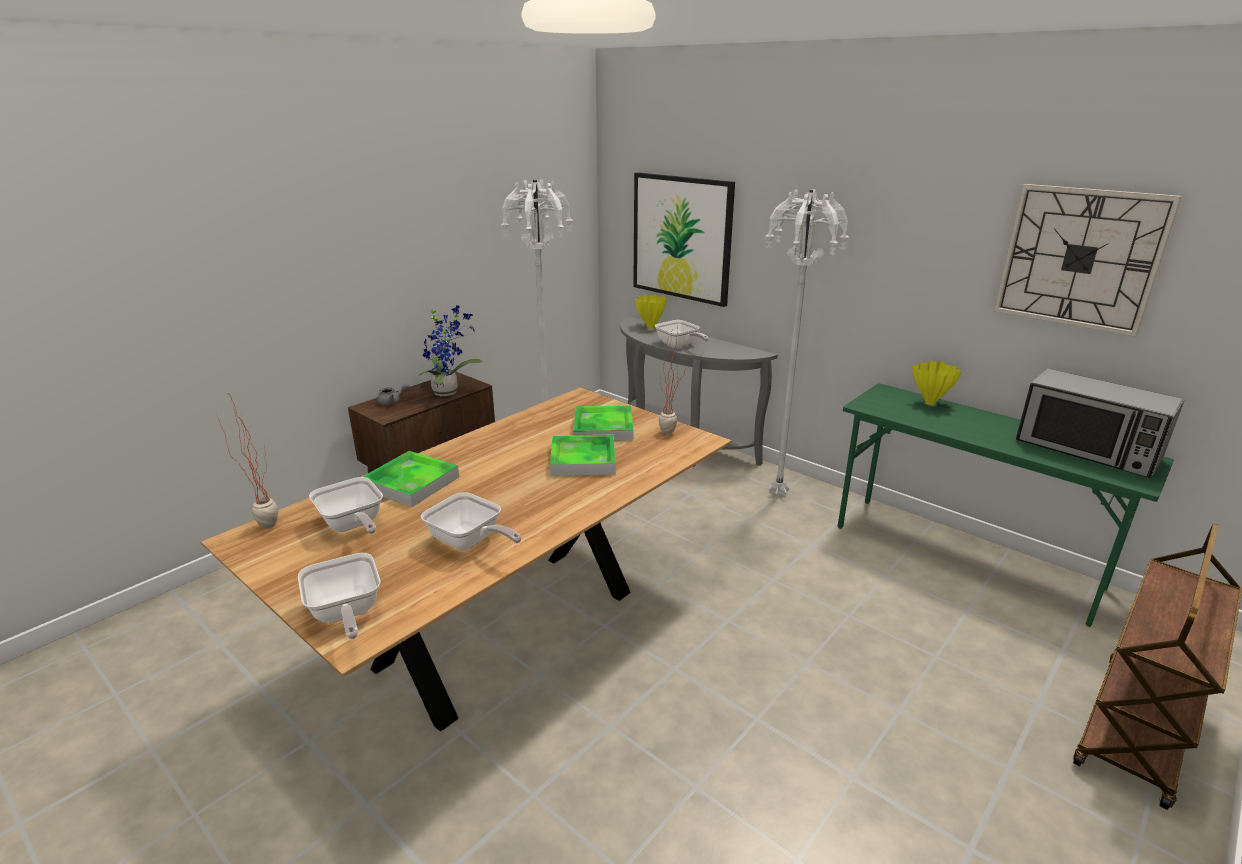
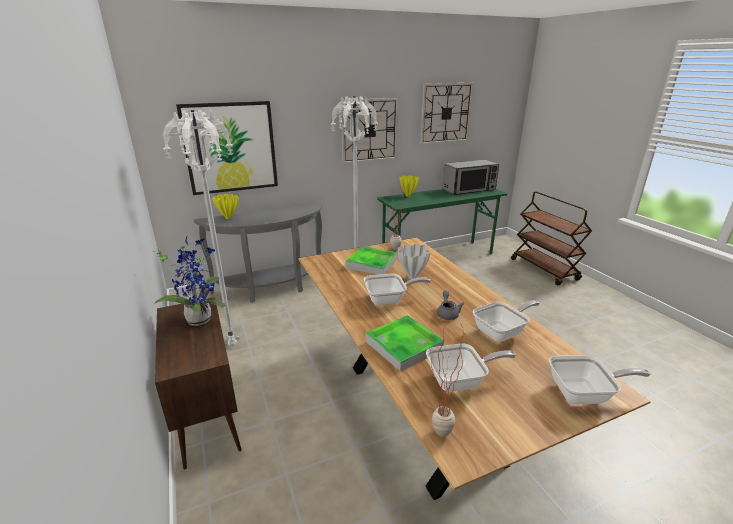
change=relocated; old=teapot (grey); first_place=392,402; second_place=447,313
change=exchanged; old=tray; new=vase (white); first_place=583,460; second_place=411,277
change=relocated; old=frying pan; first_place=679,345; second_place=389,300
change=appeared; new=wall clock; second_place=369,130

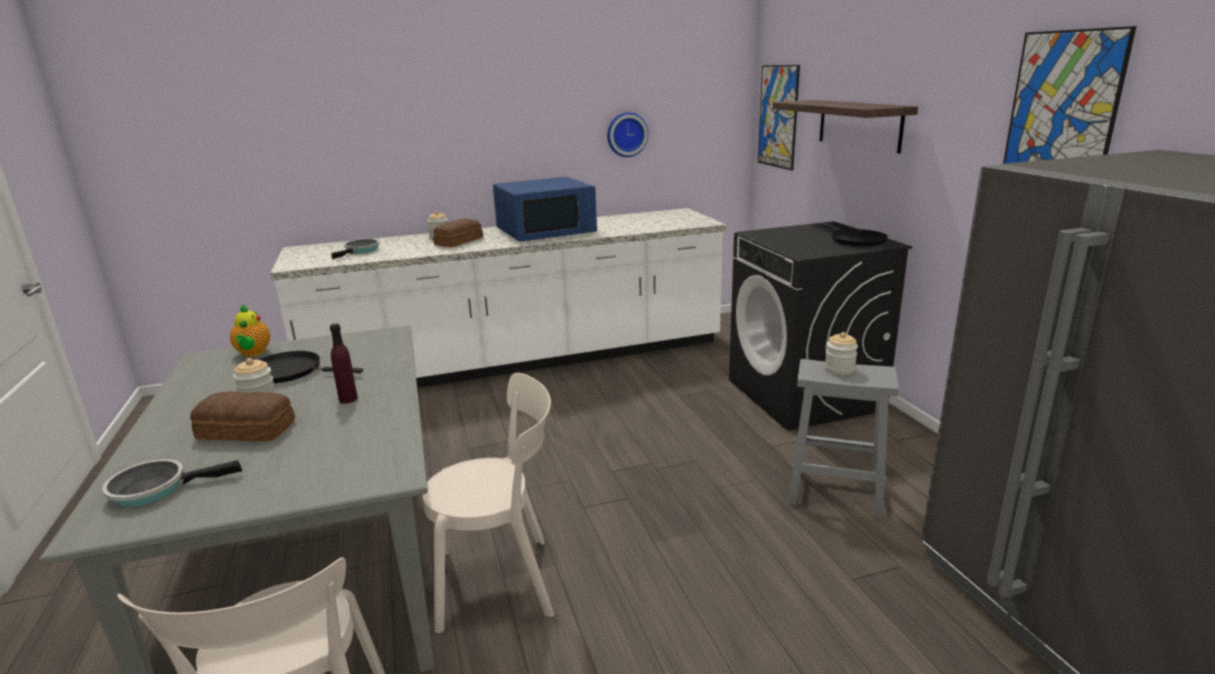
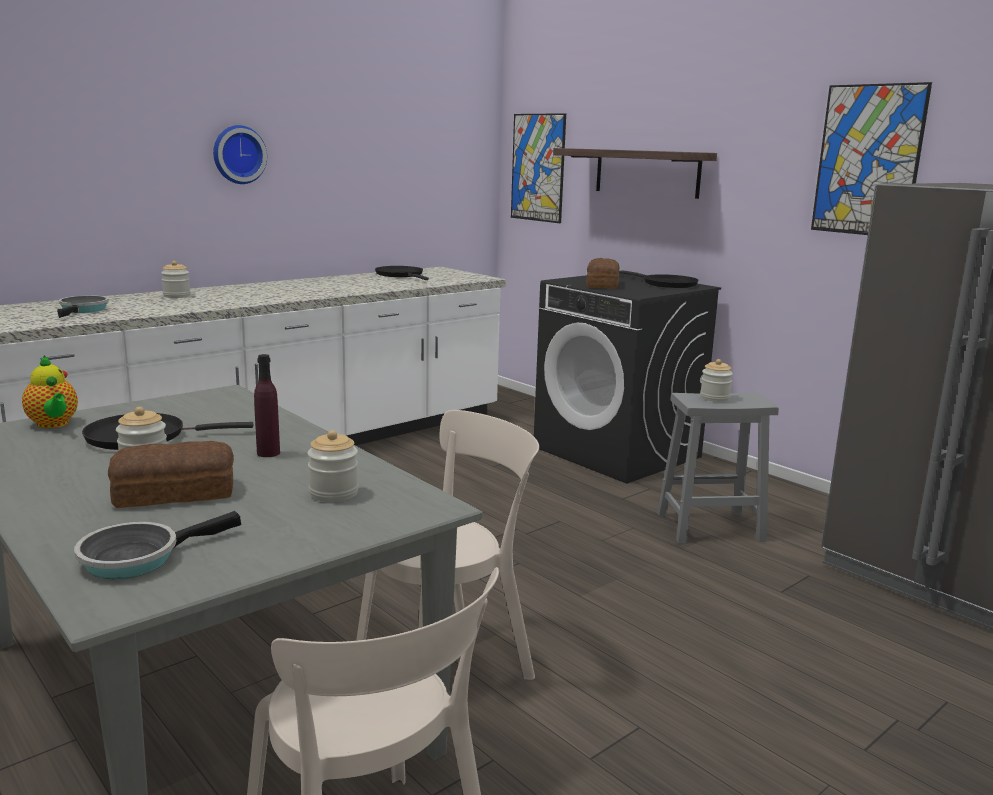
change=relocated; old=bread; first_place=457,241; second_place=601,284
change=missing; old=microwave (blue); first_place=546,231
change=relocated; old=wall clock; first_place=626,134; second_place=238,154
change=appeared; new=jar; second_place=333,493
change=appeared; new=frying pan (black); second_place=401,275

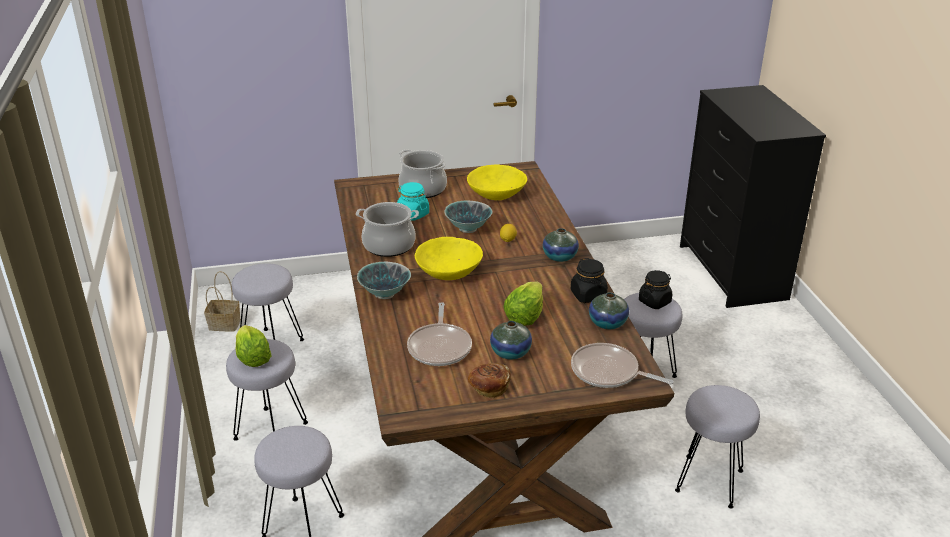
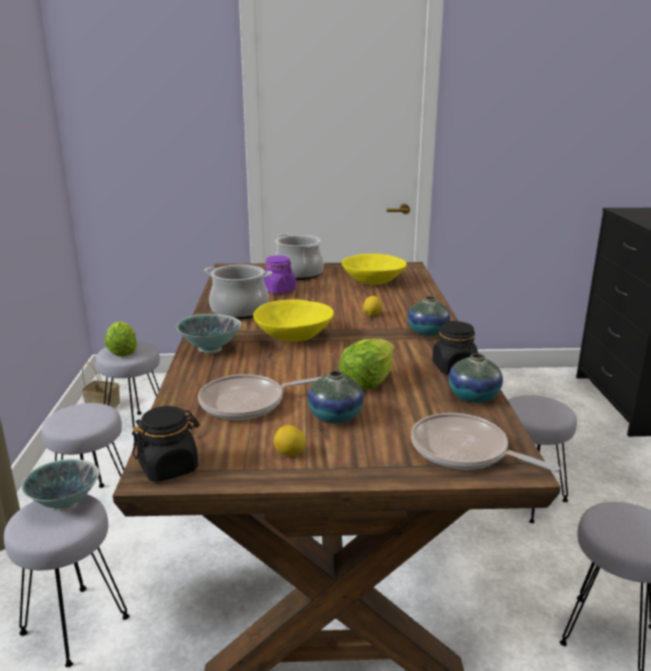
change=relocated; old=lettuce; first_place=252,358; second_place=122,351
change=colour; old=jar (turquoise); new=jar (purple); first_place=412,214; second_place=278,290
change=spun; old=frying pan; first_place=440,347; second_place=247,403; degrees=60
change=relocated; old=bowl; first_place=468,229; second_place=65,504
change=exchanged; old=bread; new=lemon; first_place=489,388; second_place=290,454
change=relocated; old=jar (black); first_place=654,301; second_place=169,467

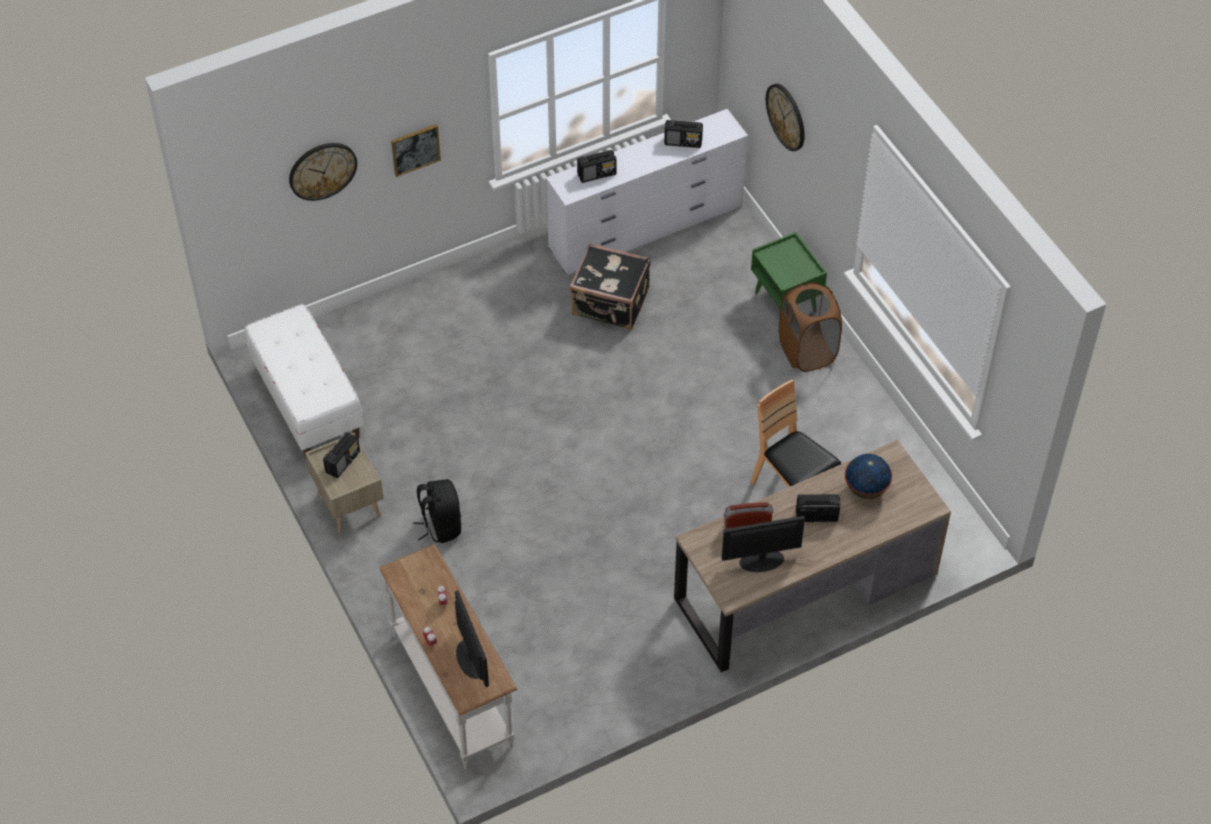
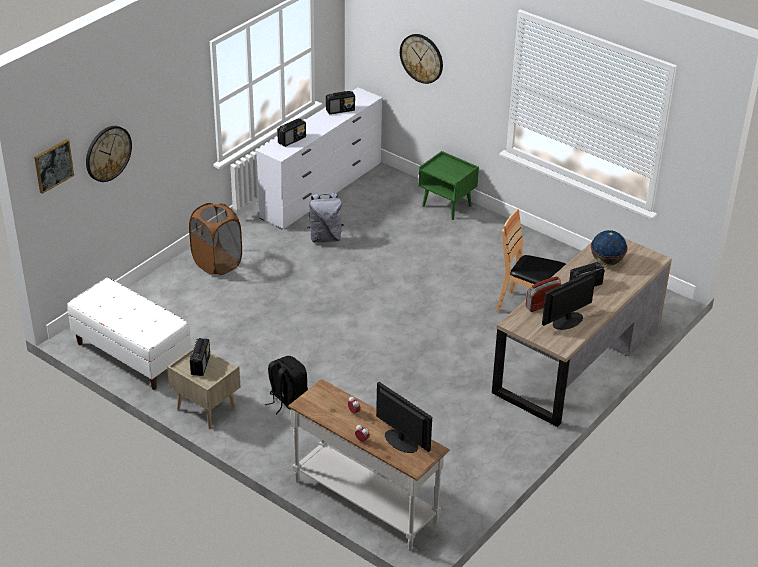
change=relocated; old=picture; first_place=415,149; second_place=53,165
change=exchanged; old=suitcase (black); new=backpack (grey); first_place=610,303; second_place=325,237
change=relocated; old=laundry basket (brown); first_place=807,351; second_place=217,263

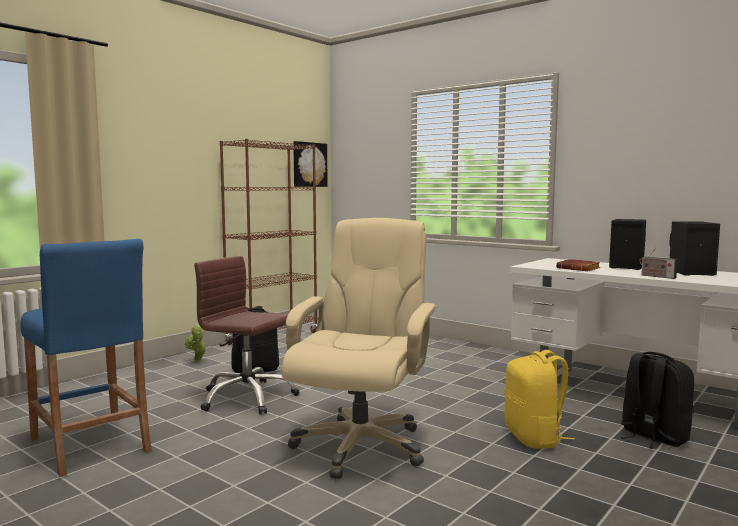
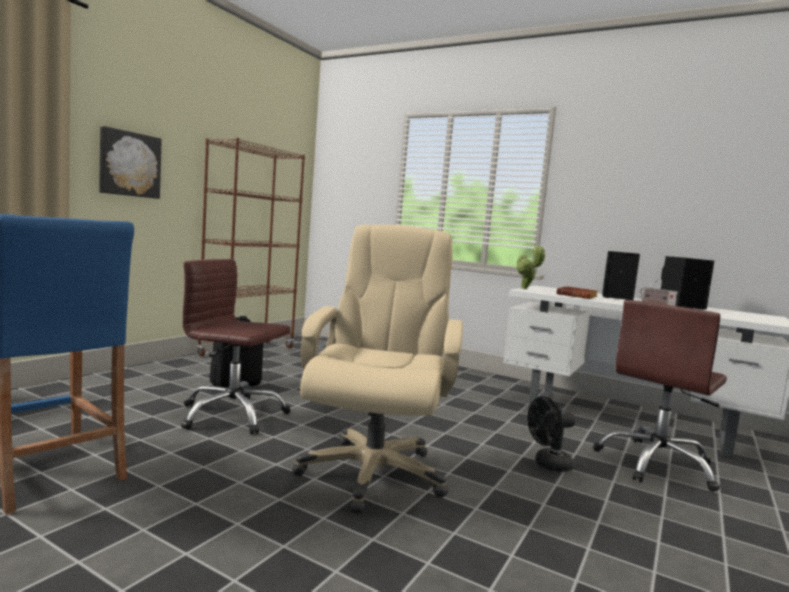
change=relocated; old=potted plant; first_place=197,361; second_place=525,289
change=relocated; old=picture; first_place=309,164; second_place=129,164
change=exchanged; old=backpack (yellow); new=fan (black); first_place=534,438; second_place=548,465
change=exchanged; old=backpack (black); new=office chair (brown); first_place=653,437; second_place=657,464

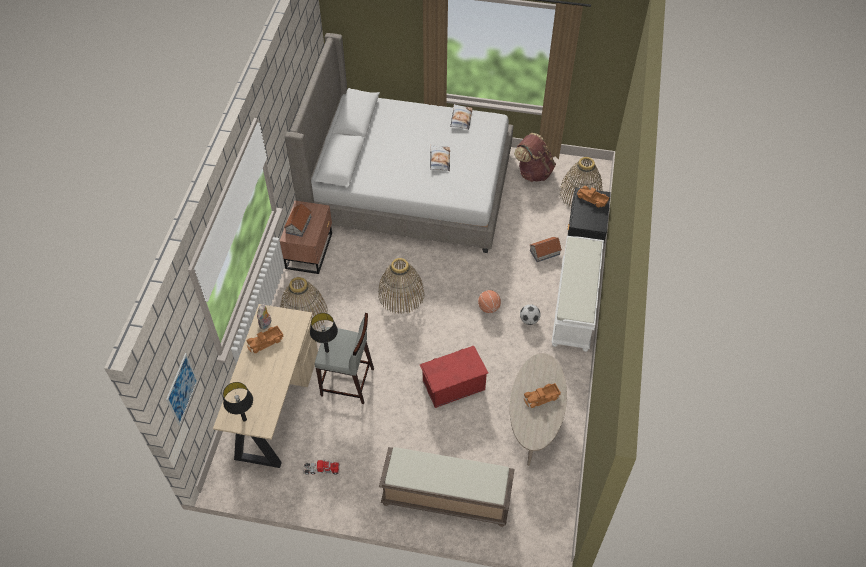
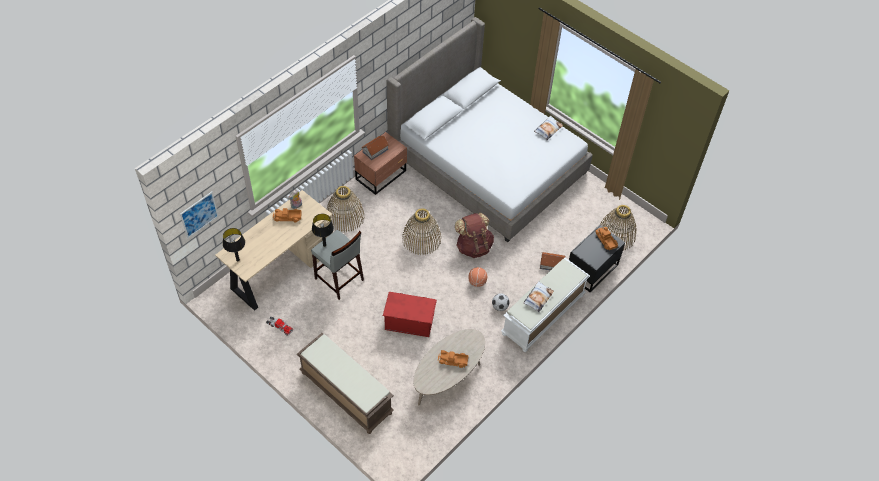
change=relocated; old=pillow; first_place=439,160; second_place=538,298
change=relocated; old=backpack (brown); first_place=533,172; second_place=473,246

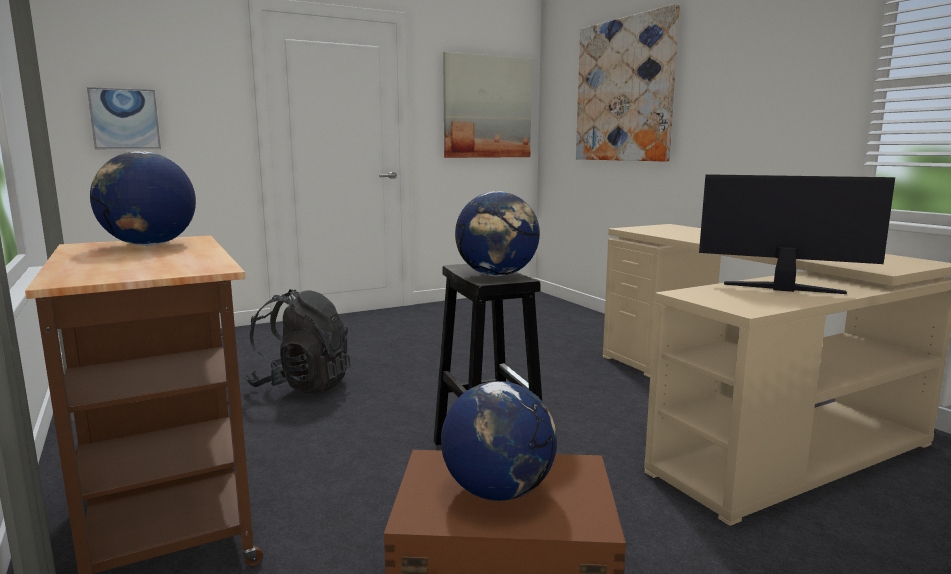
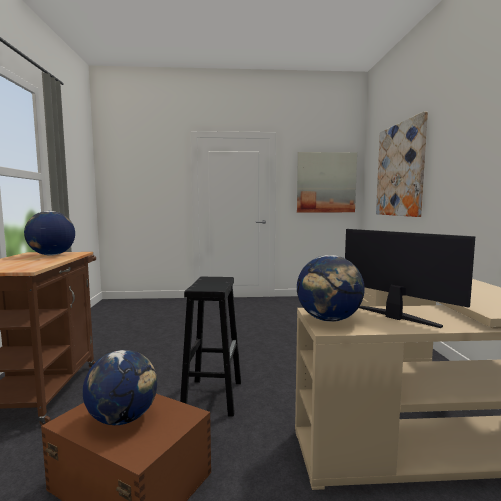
change=missing; old=picture; first_place=125,119
change=missing; old=backpack (black); first_place=302,385
change=relocated; old=globe; first_place=497,275; second_place=329,320

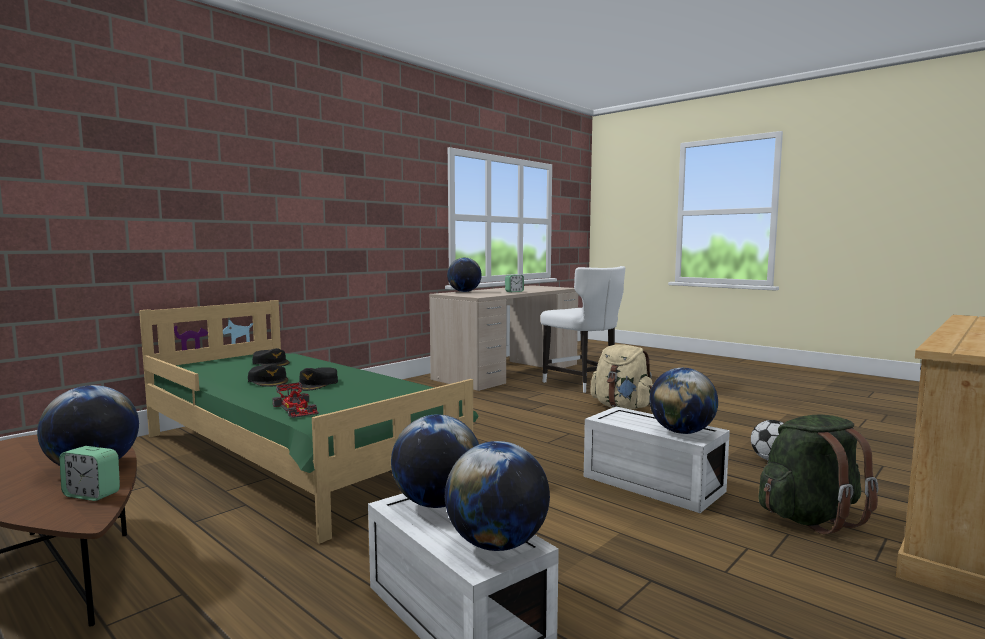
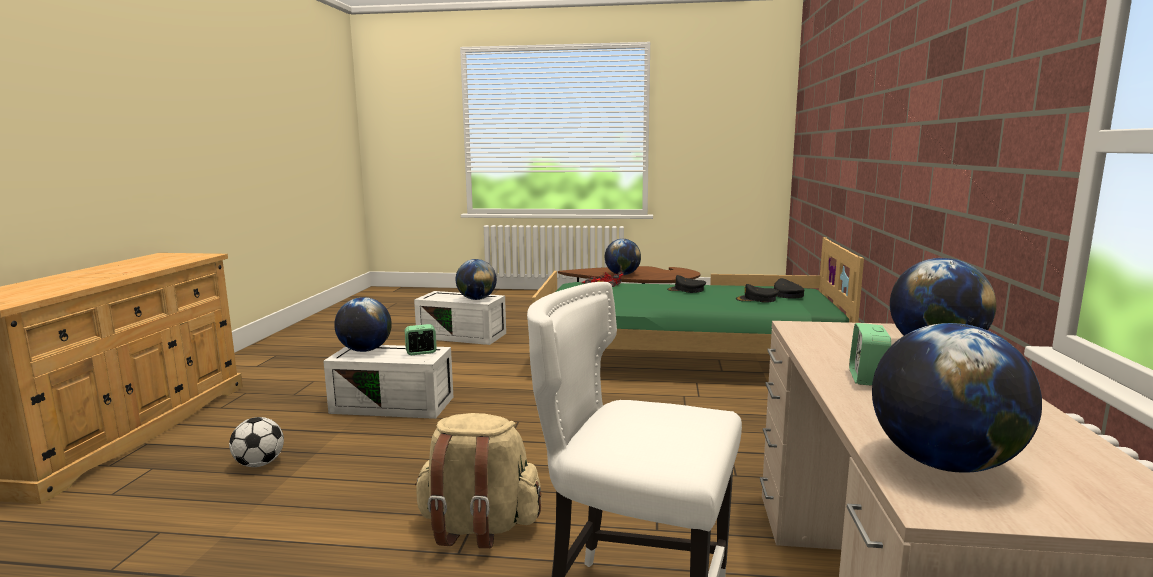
change=relocated; old=alarm clock; first_place=92,494; second_place=421,352
change=relocated; old=cap (black); first_place=317,384; second_place=786,295
change=relocated; old=globe; first_place=497,544; second_place=943,464
change=missing; old=backpack (green); first_place=810,518

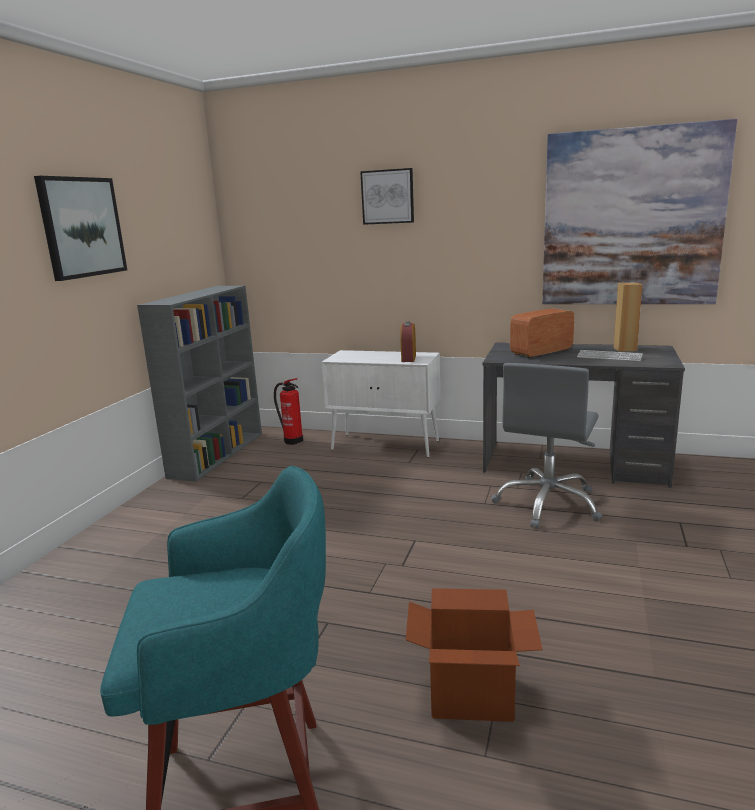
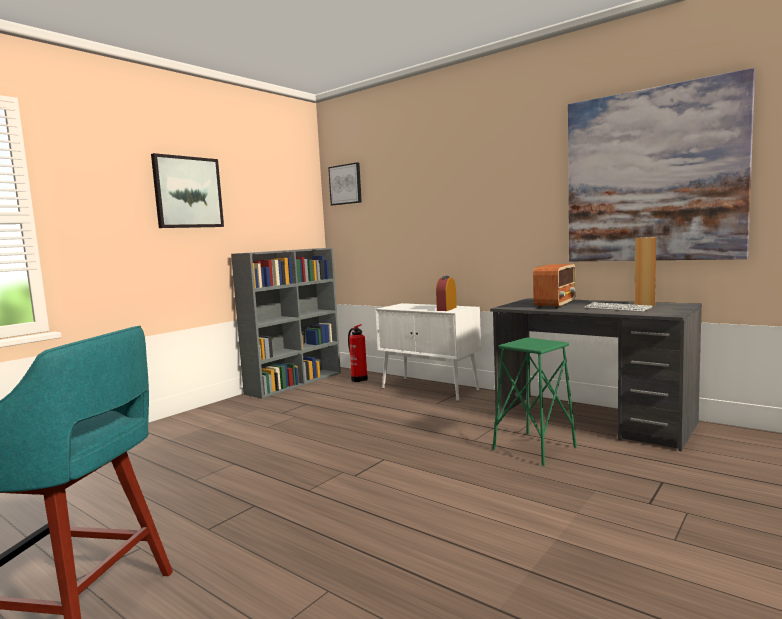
change=relocated; old=picture; first_place=388,196; second_place=345,184
change=missing; old=cardboard box; first_place=472,695
change=exchanged; old=office chair (grey); new=stool (green); first_place=548,504; second_place=534,448
change=spun; old=radio; first_place=540,352; second_place=555,304; degrees=135

